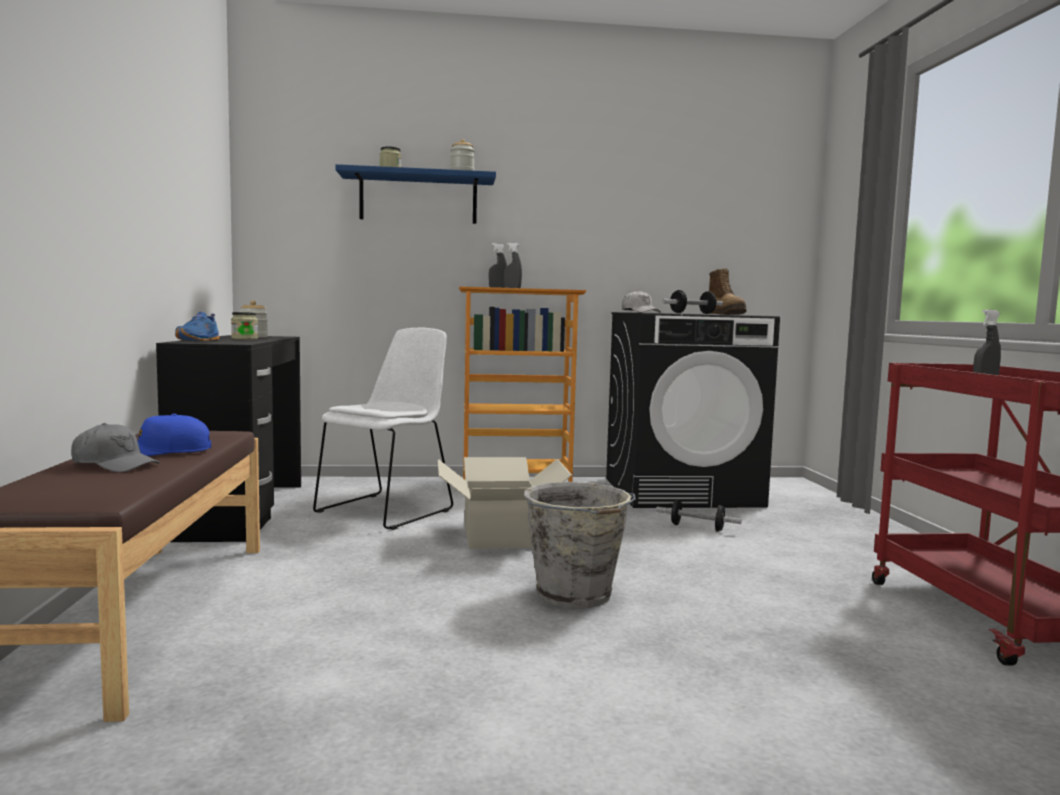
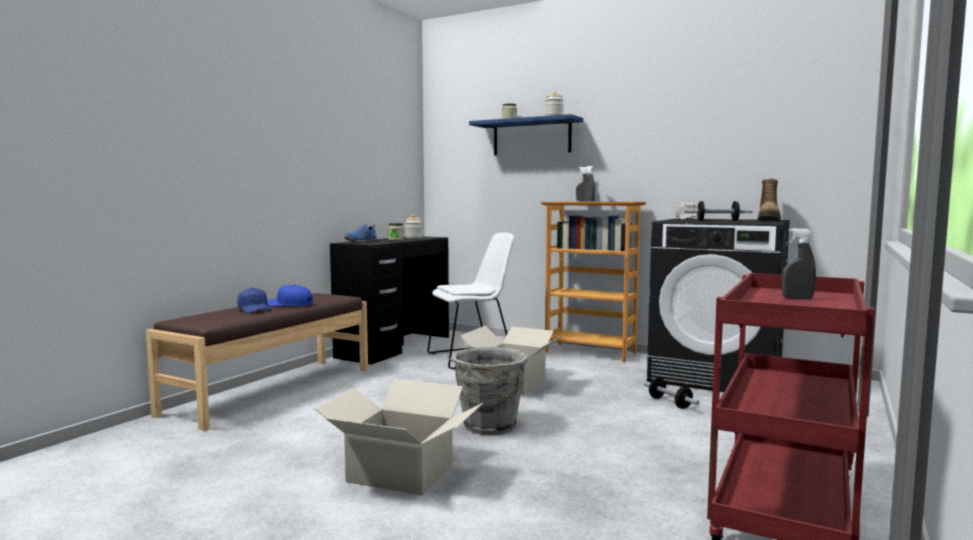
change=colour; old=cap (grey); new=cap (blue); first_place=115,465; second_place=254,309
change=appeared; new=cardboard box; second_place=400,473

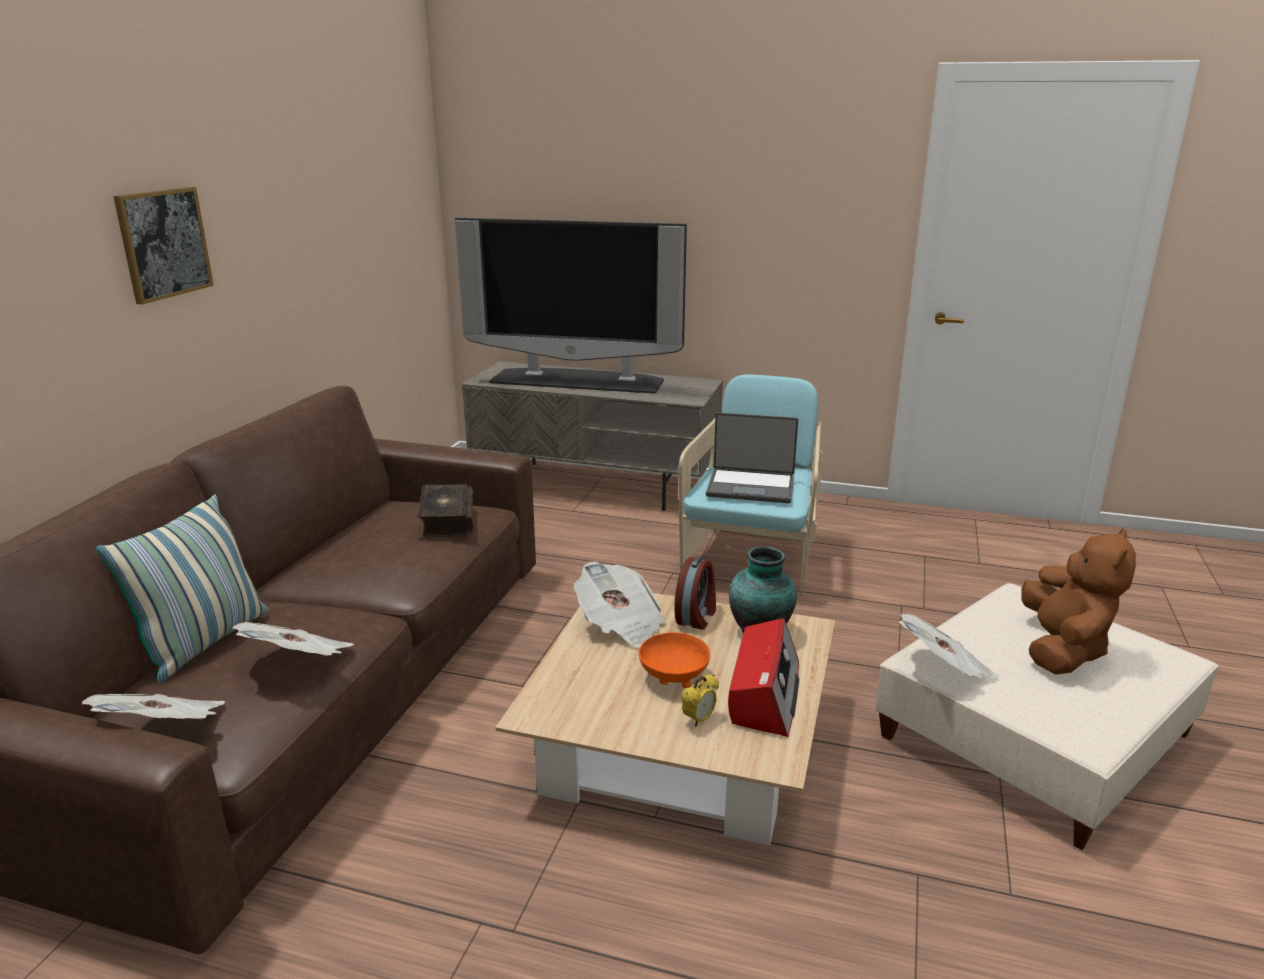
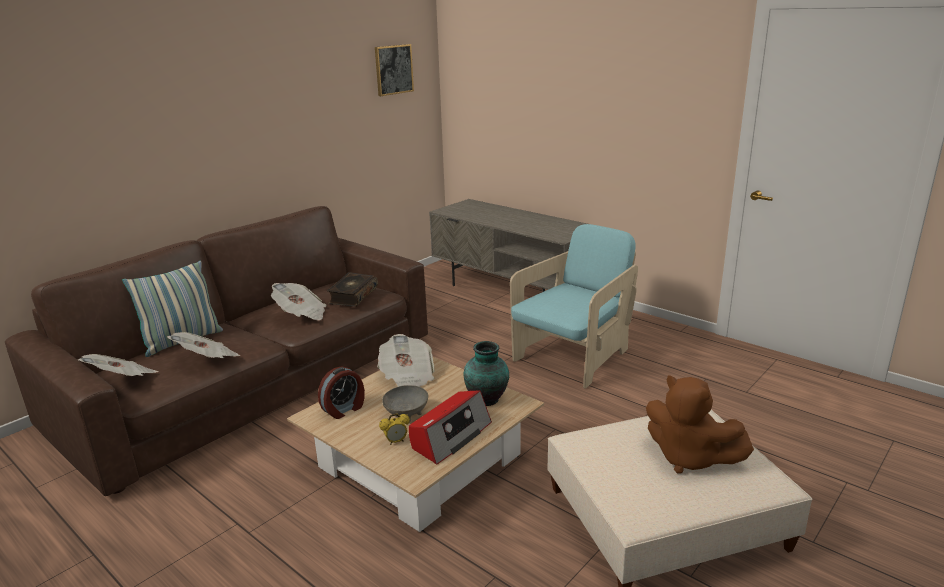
change=relocated; old=picture; first_place=163,243; second_place=393,69
change=missing; old=television; first_place=578,380
change=colour; old=bowl (orange); new=bowl (grey); first_place=673,677; second_place=406,414
change=relocated; old=alarm clock; first_place=697,617; second_place=344,409
change=missing; old=laptop; first_place=751,487
change=relocated; old=newspaper; first_place=944,670; second_place=301,314
change=spun; old=plush toy (brown); first_place=1062,649; second_place=689,458; degrees=90

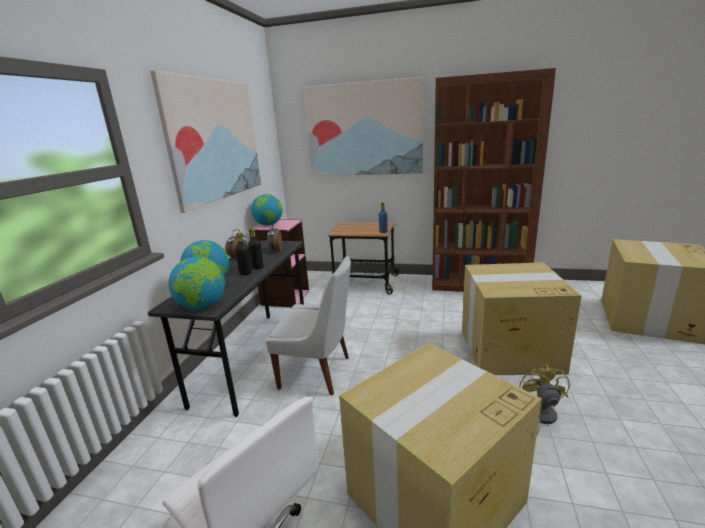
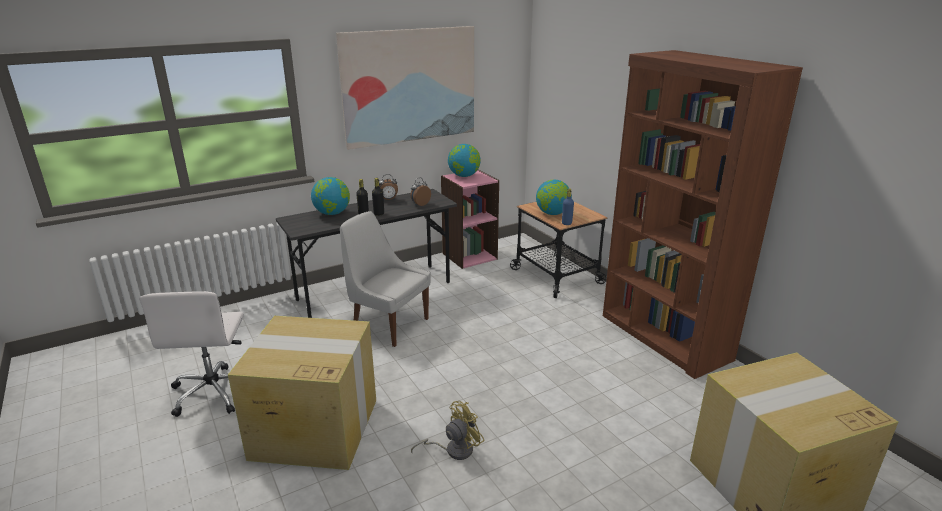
change=relocated; old=globe; first_place=202,306; second_place=552,213
change=spun; old=chair (white); first_place=318,372; second_place=388,324; degrees=150
change=missing; old=picture; first_place=364,129
change=missing; old=cardboard box; first_place=508,350

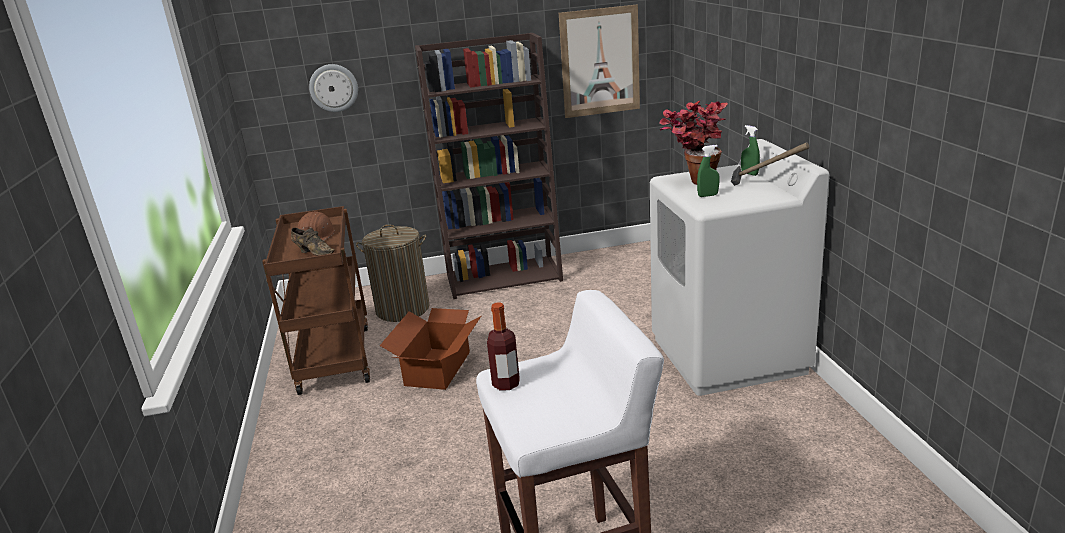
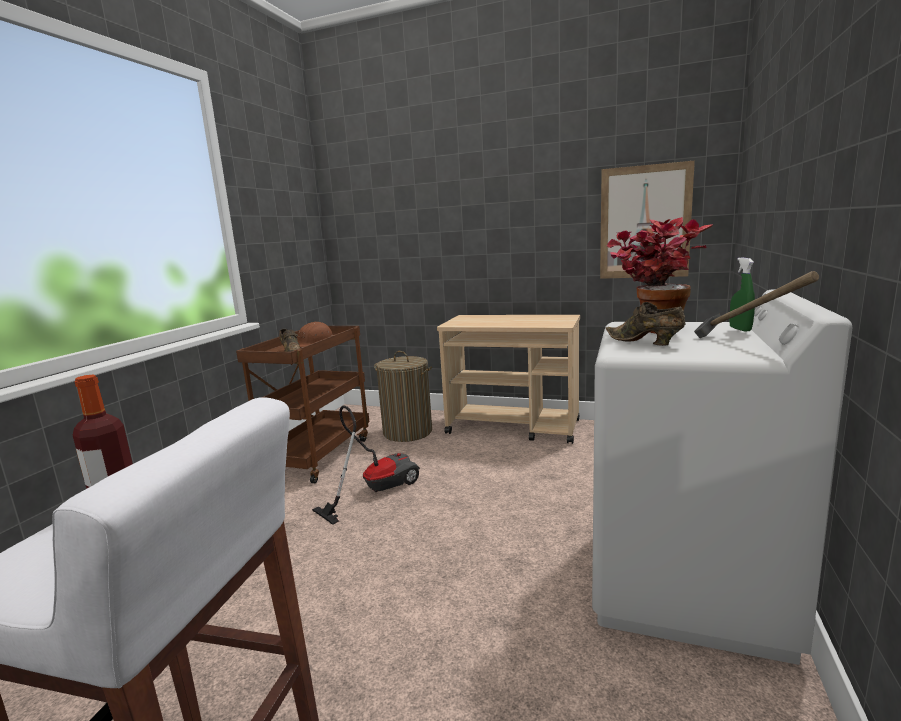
change=missing; old=wall clock; first_place=333,88
change=exchanged; old=cardboard box; new=vacuum cleaner; first_place=439,368; second_place=375,489
change=exchanged; old=bookcase (brown); new=cart (beige); first_place=504,277; second_place=514,427
change=exchanged; old=spray bottle (green); new=shoe (brown); first_place=708,195; second_place=645,342

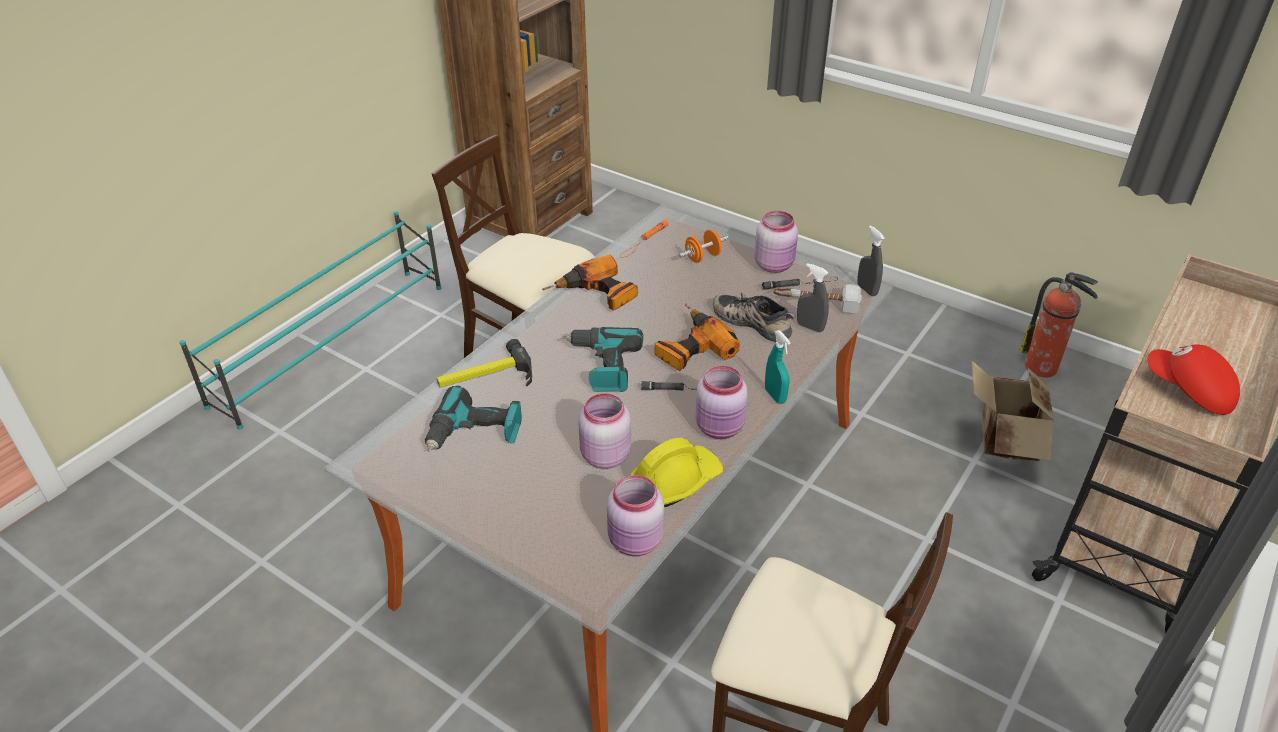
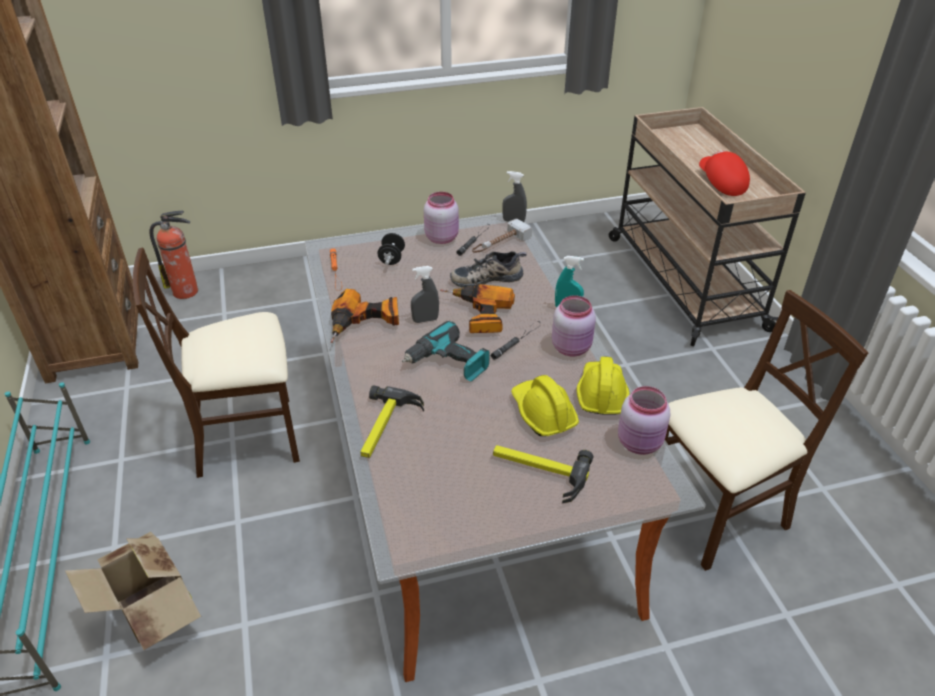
change=missing; old=power drill; first_place=475,434
change=exchanged; old=jar (pink); new=hard hat (yellow); first_place=604,456; second_place=542,413
change=colour; old=dumbbell (orange); new=dumbbell (black); first_place=702,257; second_place=392,259
change=relocated; old=spray bottle (grey); first_place=810,327; second_place=425,320
change=relocated; old=cardboard box; first_place=1002,441; second_place=151,613
change=relocated; old=fire extinguisher; first_place=1042,368; second_place=187,291
change=spun; old=cap (red); first_place=1188,391; second_place=721,183; degrees=75
change=appeared; new=hammer; second_place=538,471

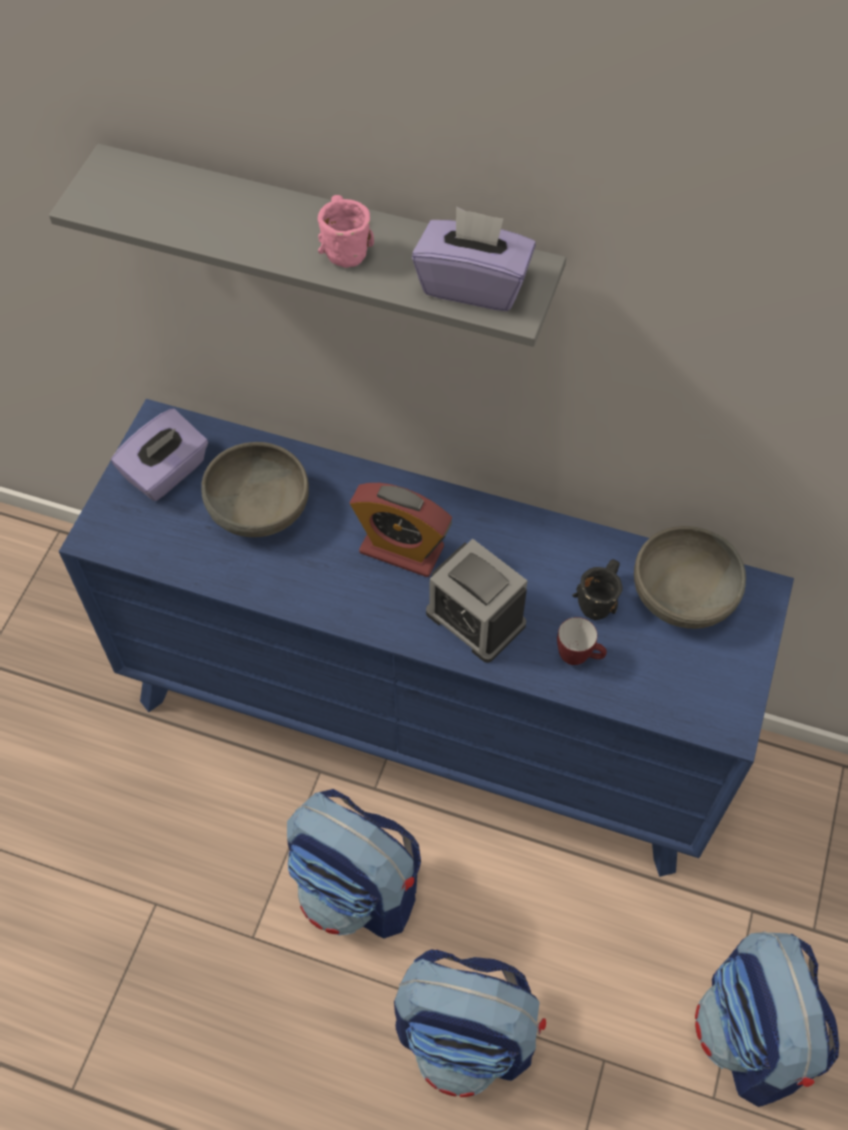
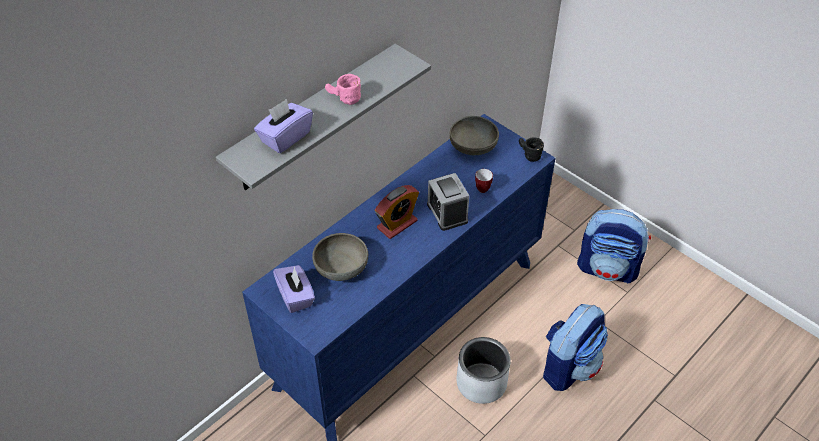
change=exchanged; old=backpack; new=planter (grey); first_place=357,889; second_place=481,382
change=relocated; old=tissue box (purple); first_place=473,284; second_place=285,137
change=spun; old=alarm clock; first_place=475,618; second_place=447,213; degrees=90
change=relocated; old=mug (black); first_place=598,595; second_place=527,154

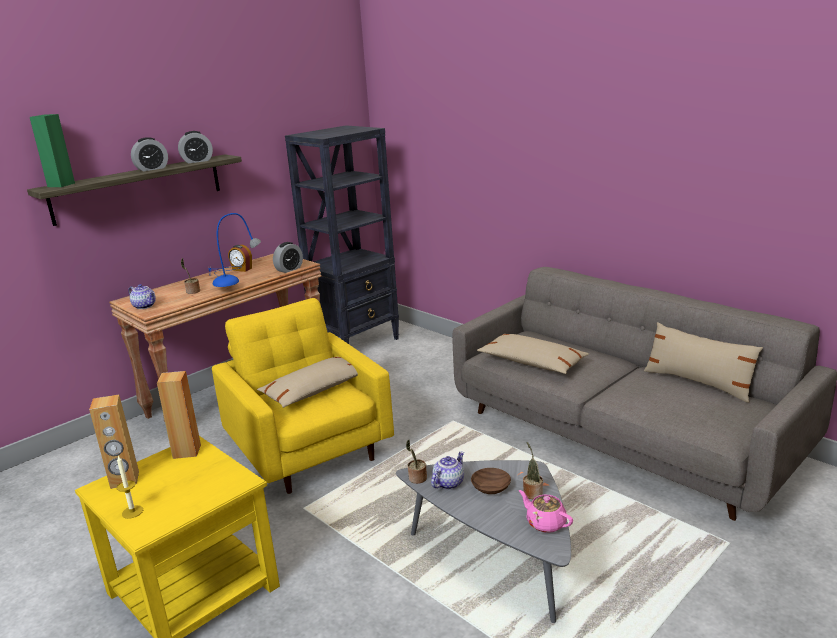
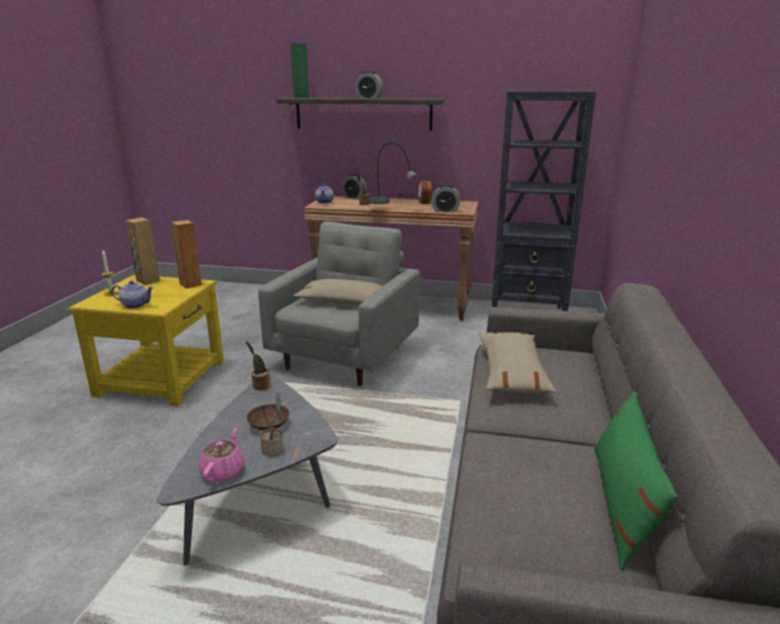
change=relocated; old=alarm clock; first_place=197,161; second_place=354,197
change=colour; old=table lamp (blue); new=table lamp (grey); first_place=232,285; second_place=390,207
change=colour; old=armchair (yellow); new=armchair (grey); first_place=310,451; second_place=346,356
change=relocated; old=teapot; first_place=448,483; second_place=136,305
change=colour; old=pillow (beige); new=pillow (green); first_place=698,383; second_place=622,504

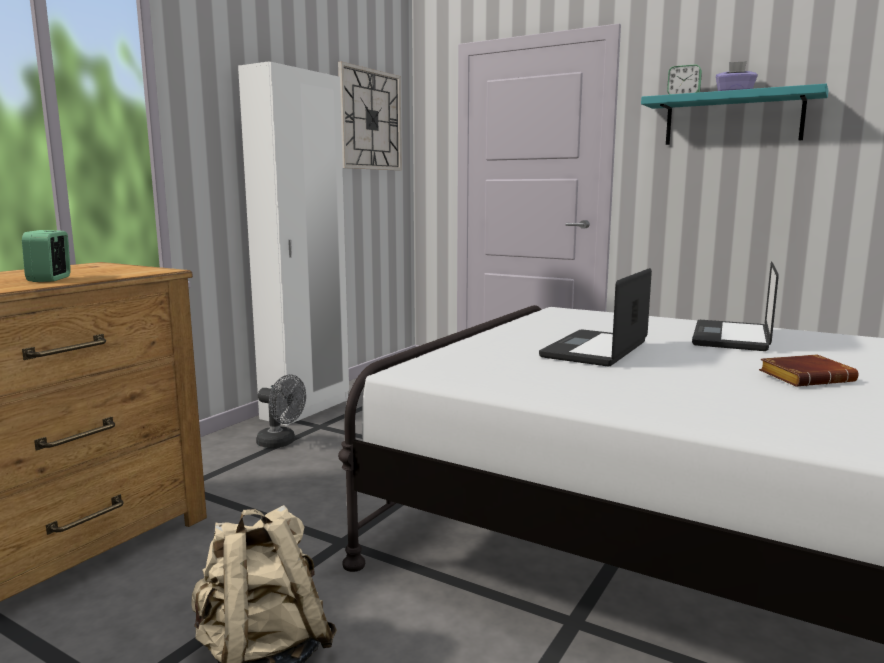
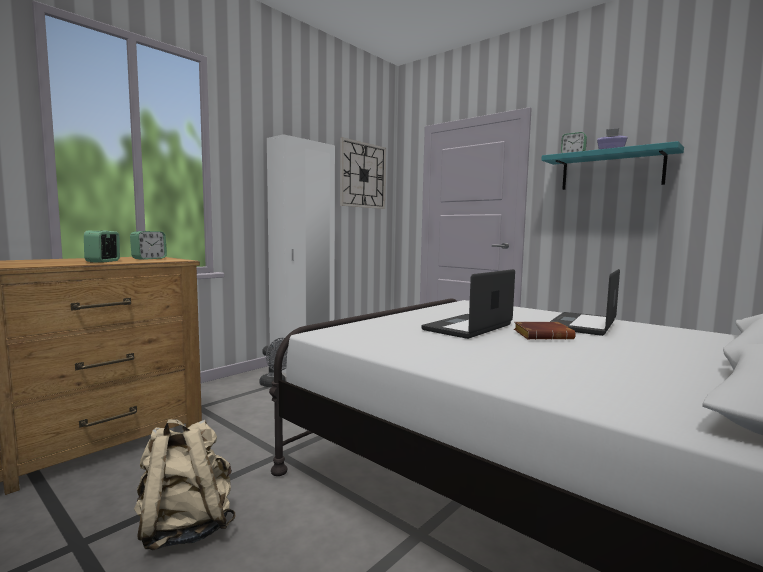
change=relocated; old=book (brown); first_place=806,377; second_place=543,335
change=appeared; new=alarm clock; second_place=149,258

